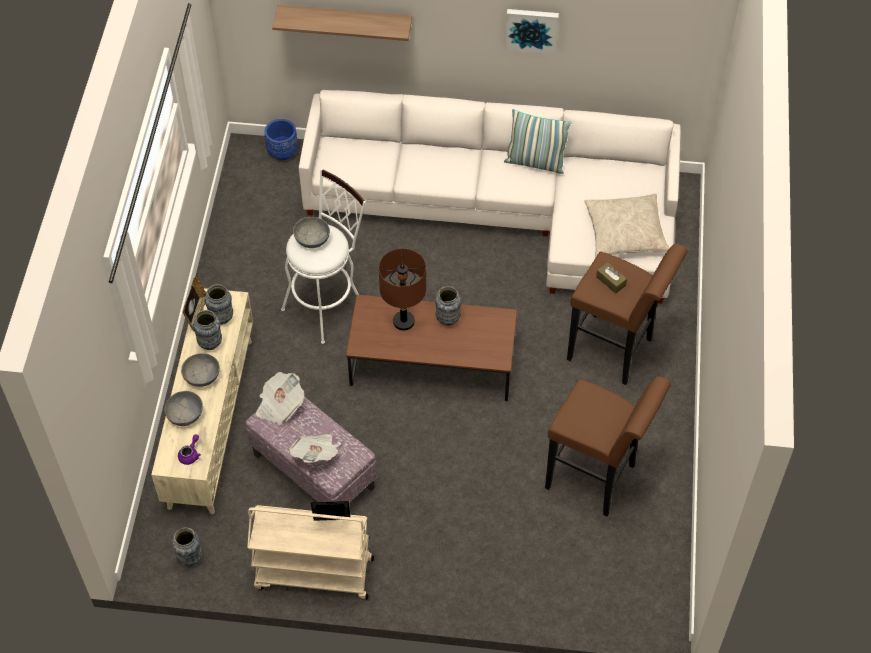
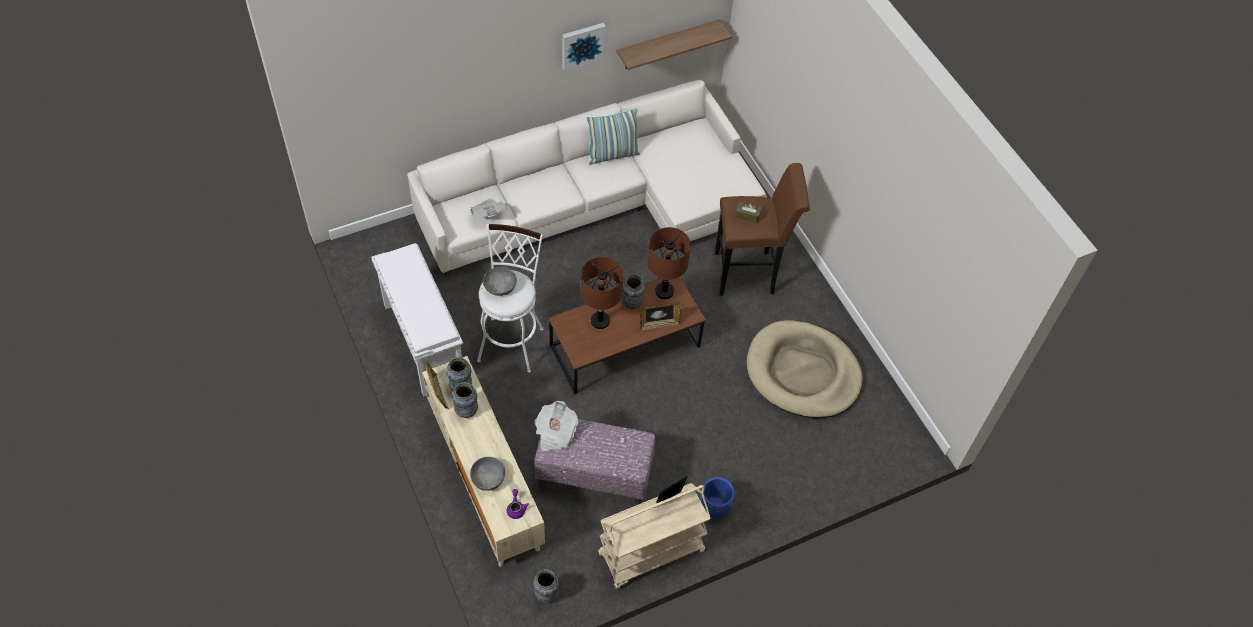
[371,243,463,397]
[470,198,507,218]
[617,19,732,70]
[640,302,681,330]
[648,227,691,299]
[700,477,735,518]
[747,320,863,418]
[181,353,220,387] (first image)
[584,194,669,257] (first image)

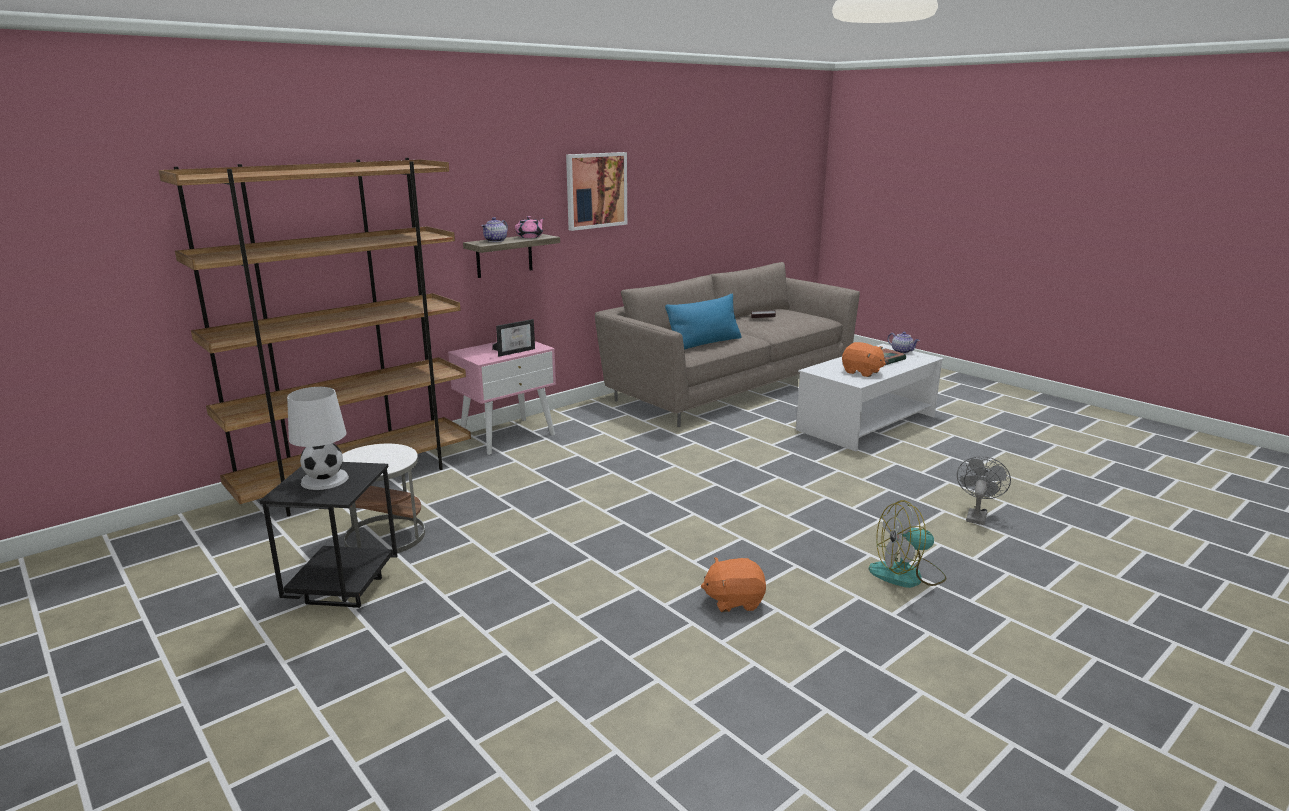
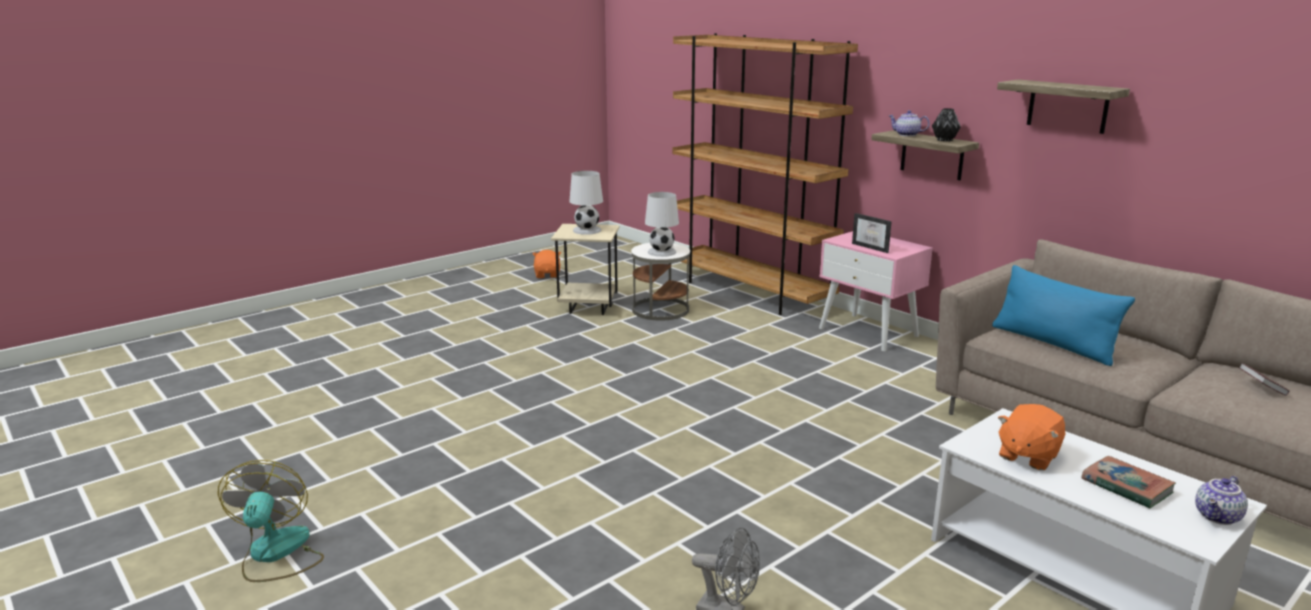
[218,460,324,582]
[532,250,561,278]
[551,224,620,315]
[645,192,679,257]
[932,108,961,142]
[997,79,1130,134]

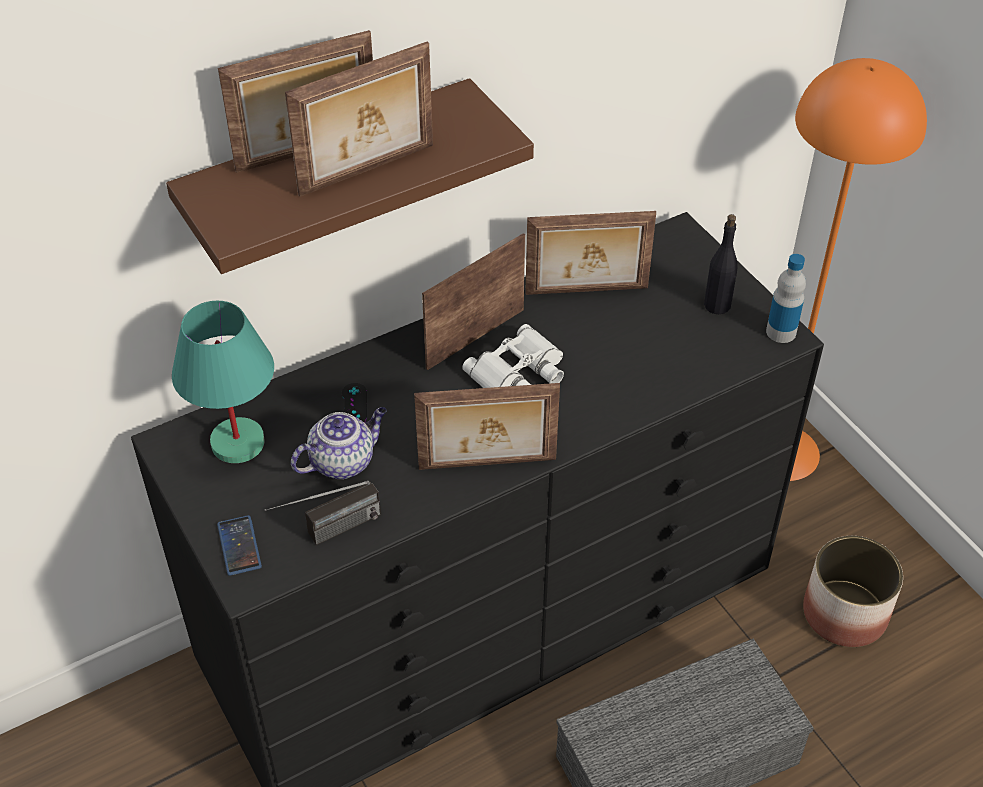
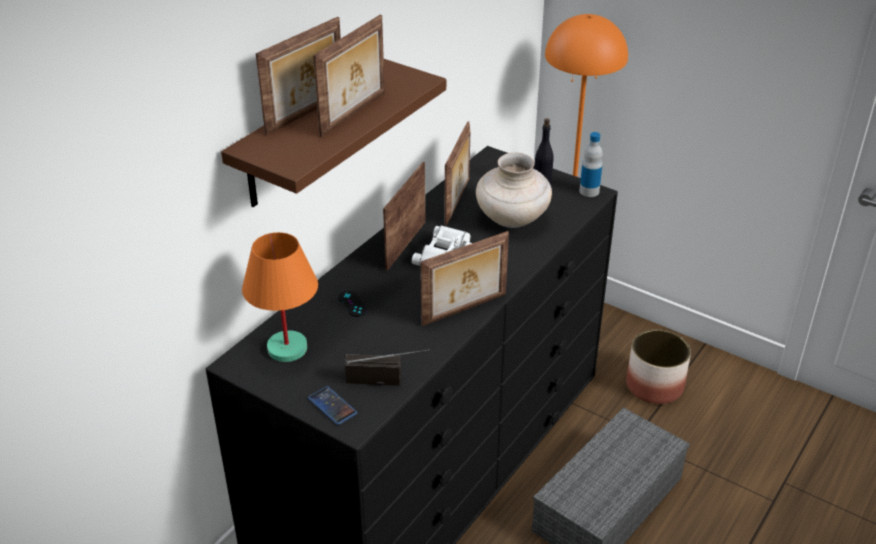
[242,232,318,362]
[345,349,429,386]
[444,121,470,226]
[476,152,552,228]
[291,407,387,479] (first image)

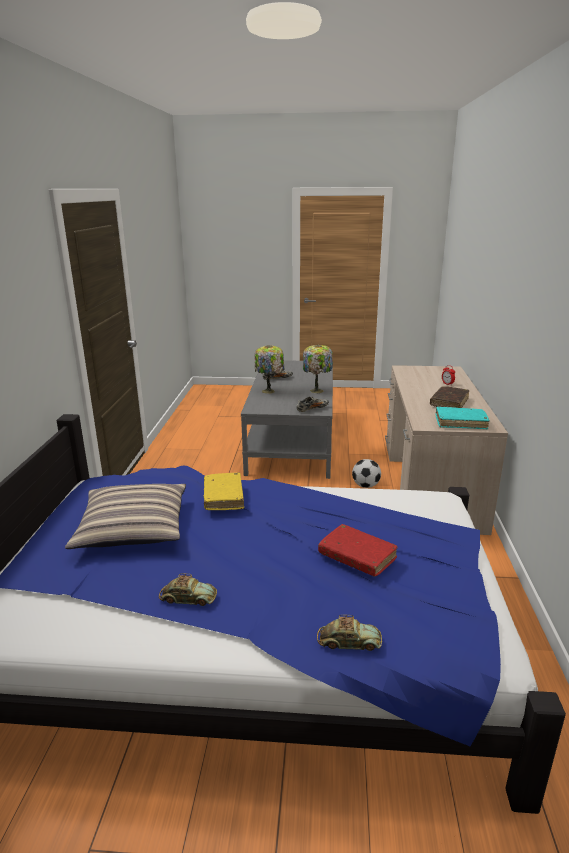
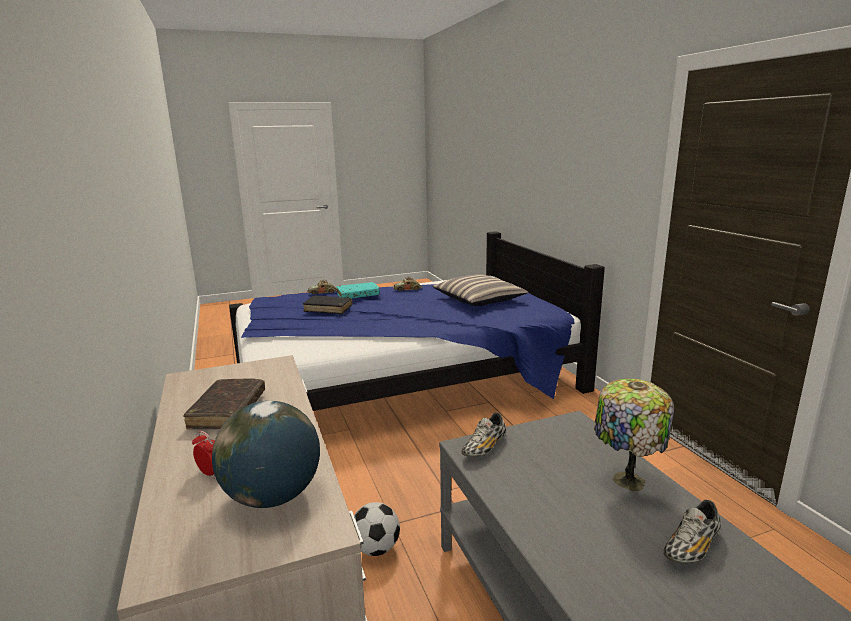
[212,401,320,508]
[303,295,352,314]
[337,282,380,298]
[204,472,244,510] (first image)
[303,345,333,393] (first image)

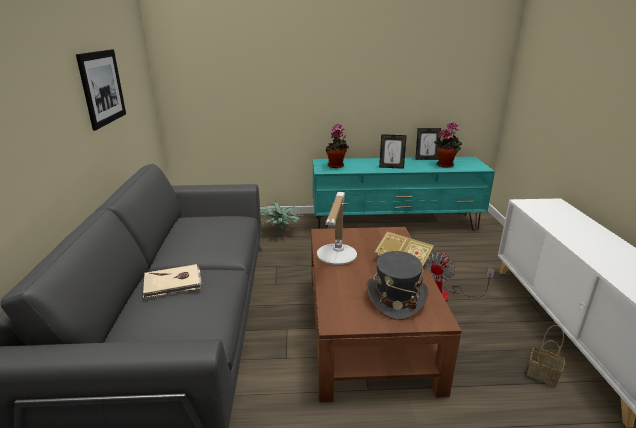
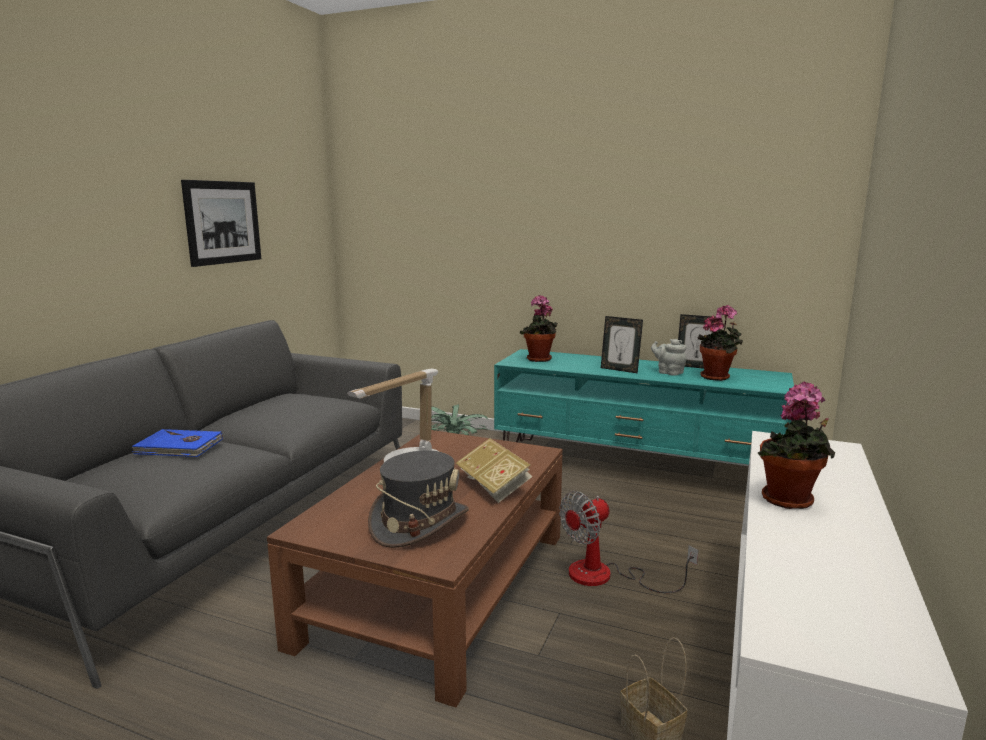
[132,429,223,457]
[651,339,686,376]
[758,381,835,509]

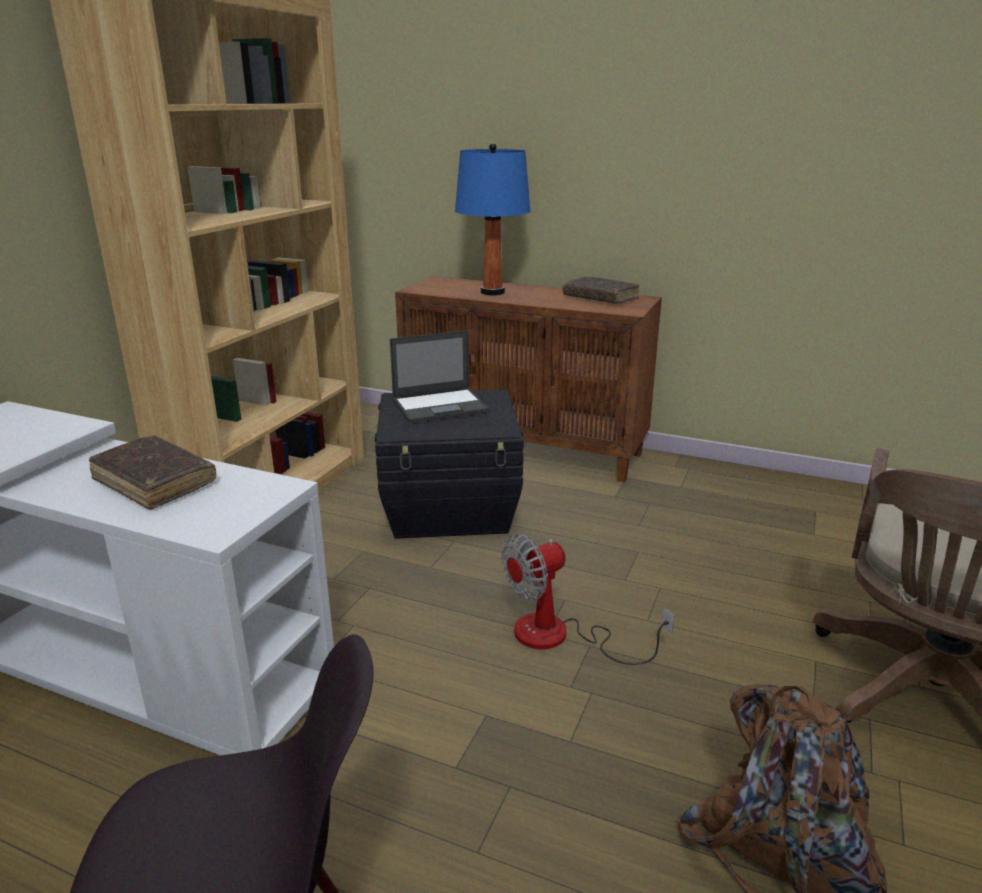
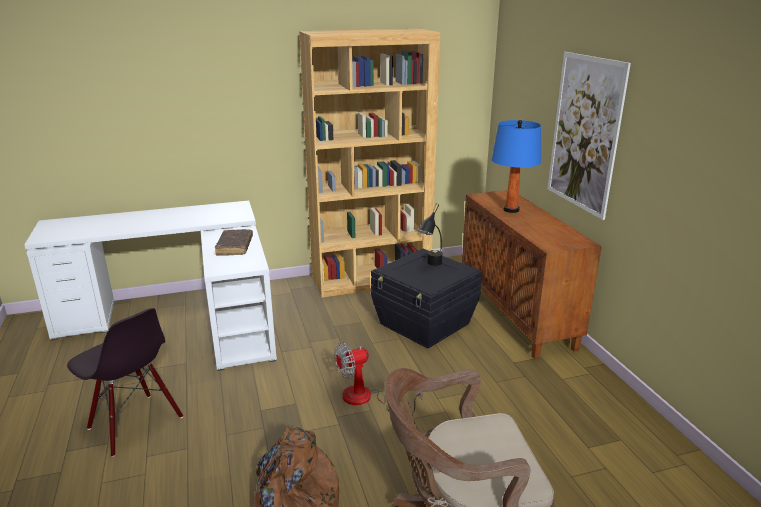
[334,342,423,413]
[418,203,443,266]
[548,52,631,220]
[563,276,640,304] (first image)

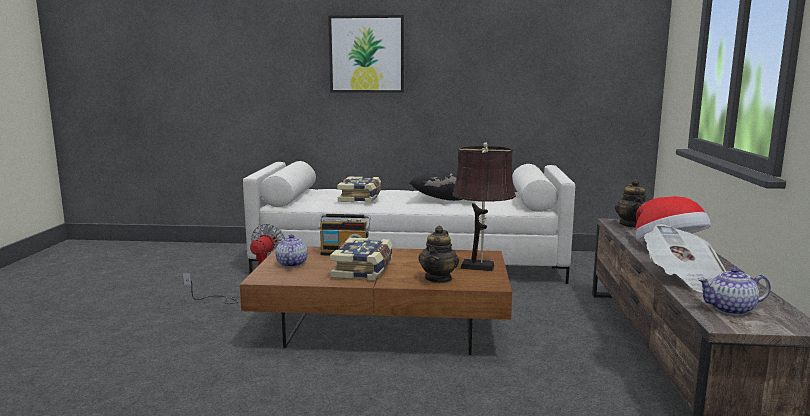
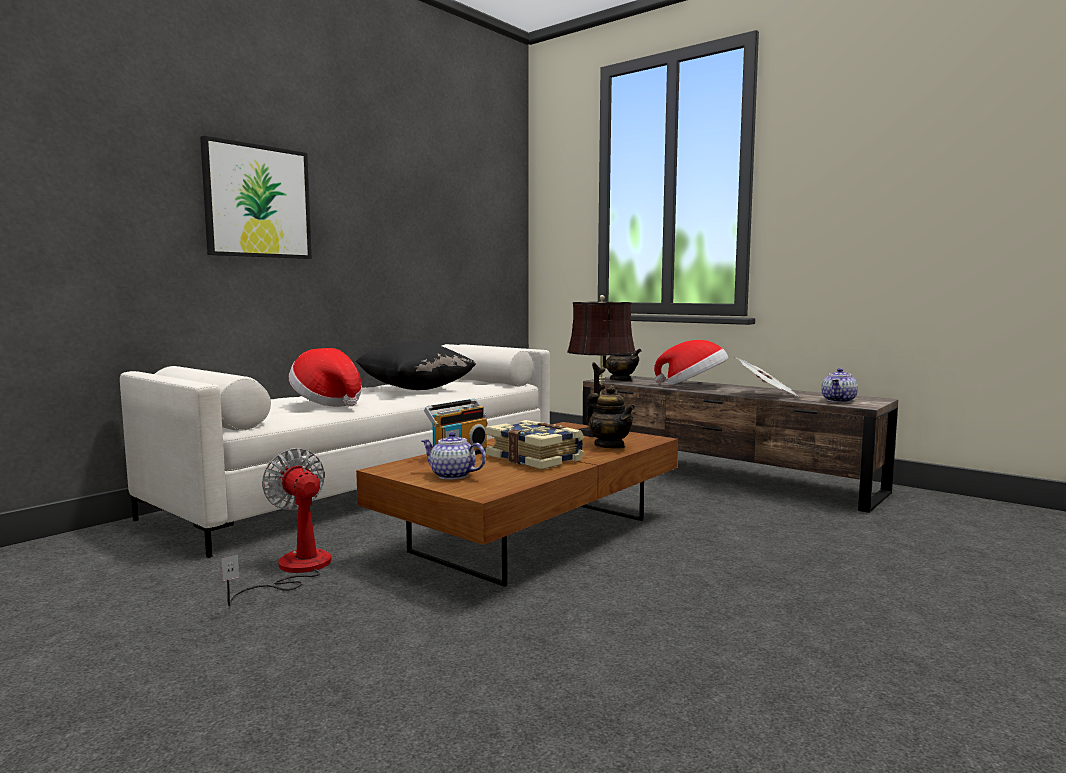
[289,348,362,407]

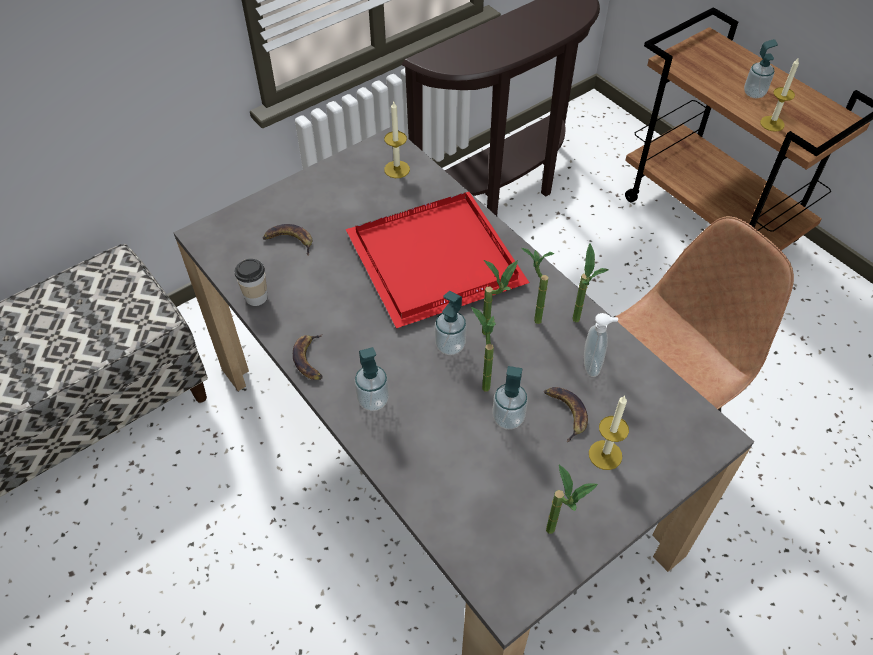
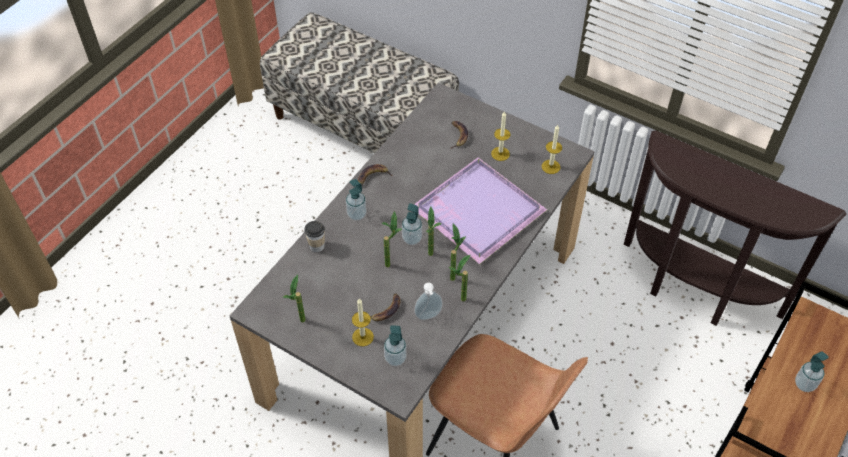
[304,221,325,252]
[384,325,407,366]
[414,158,547,264]
[491,111,511,161]

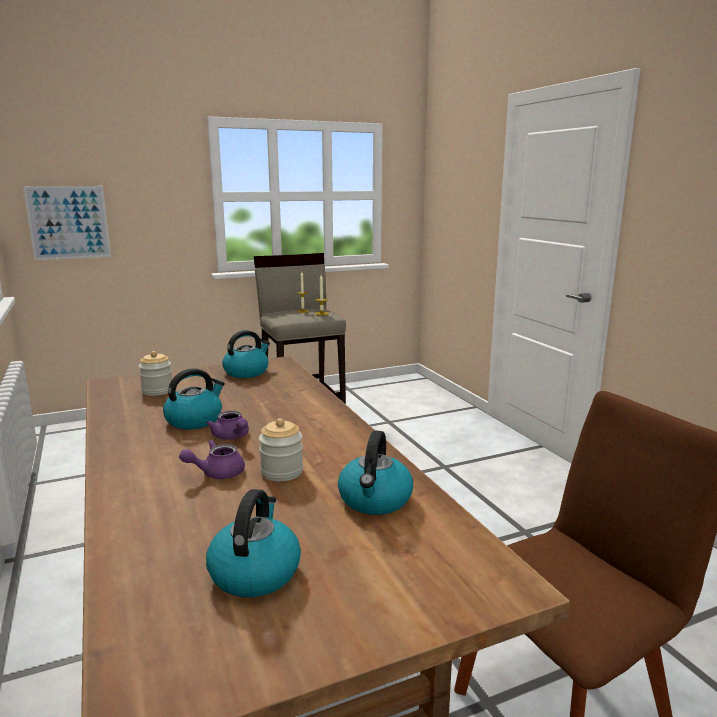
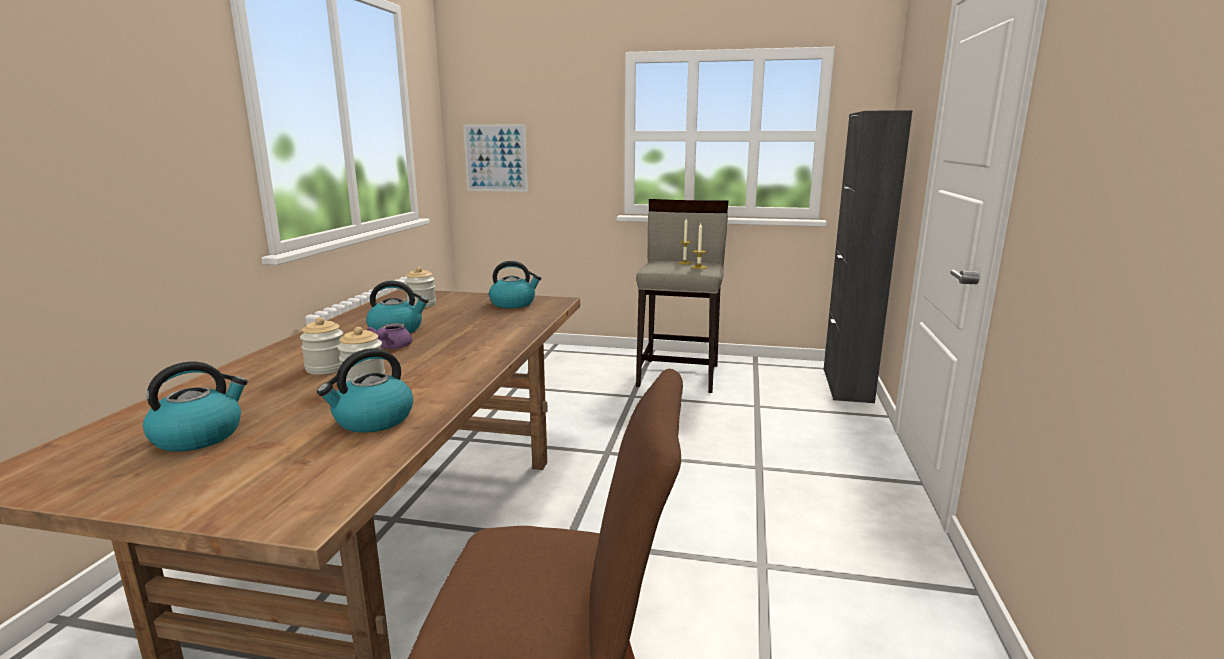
[300,317,343,375]
[824,110,912,403]

